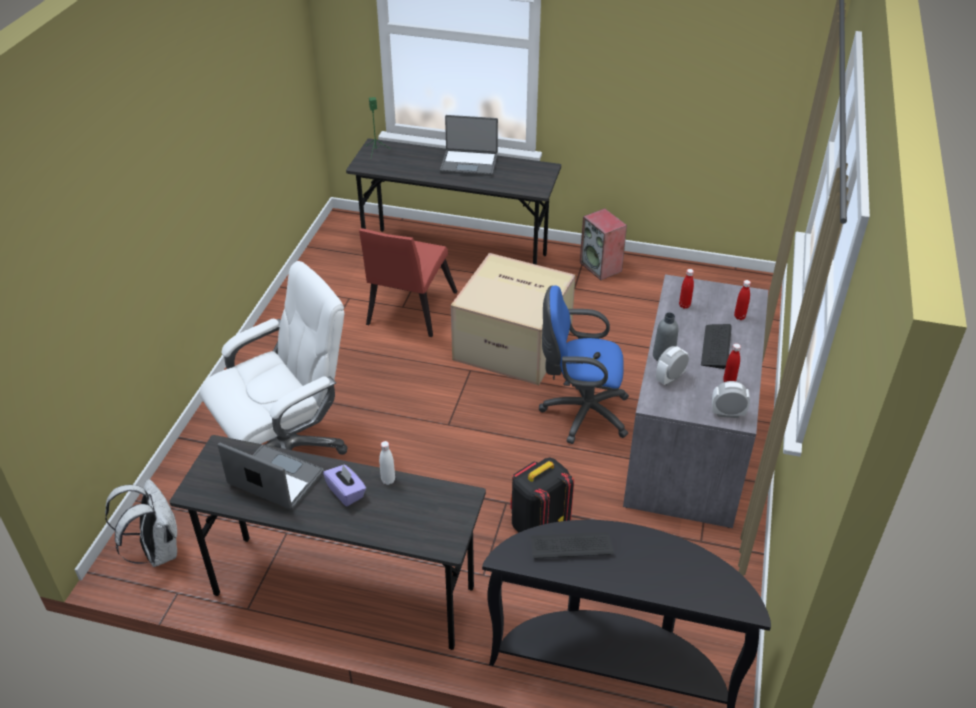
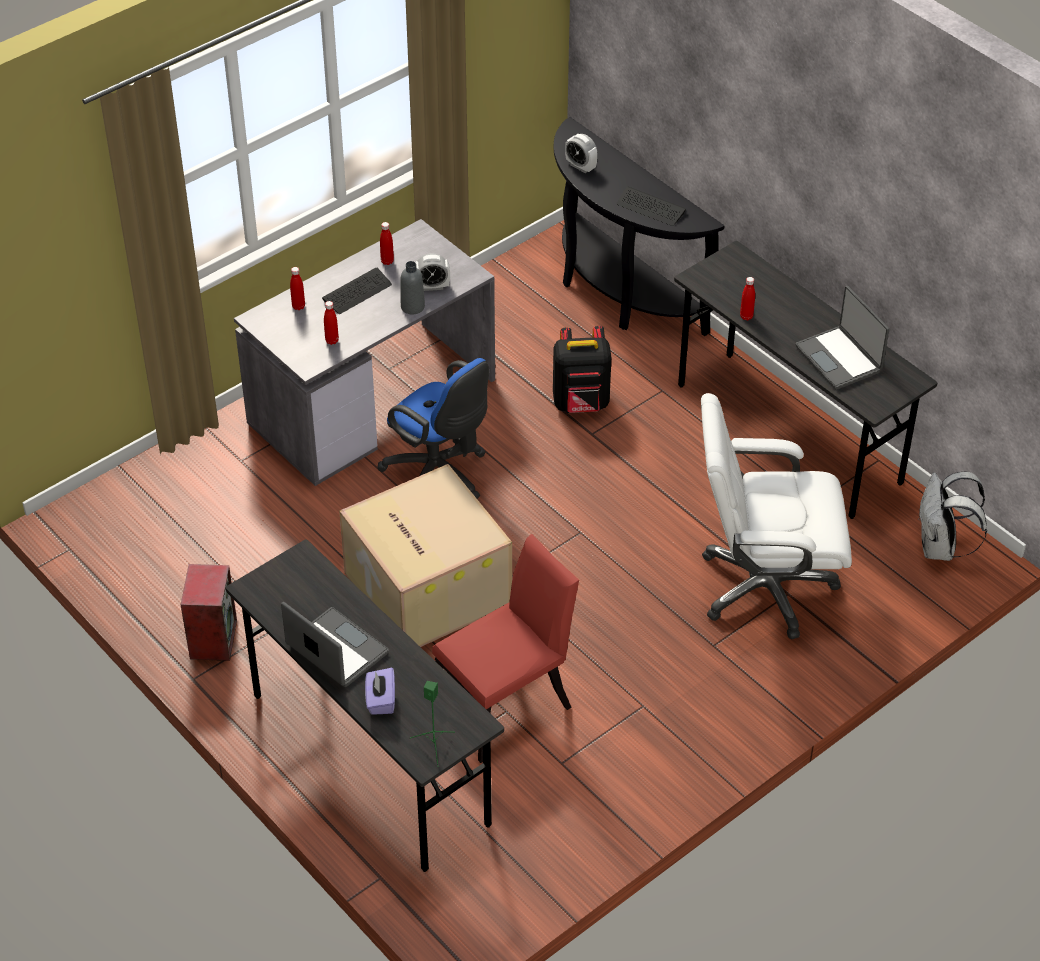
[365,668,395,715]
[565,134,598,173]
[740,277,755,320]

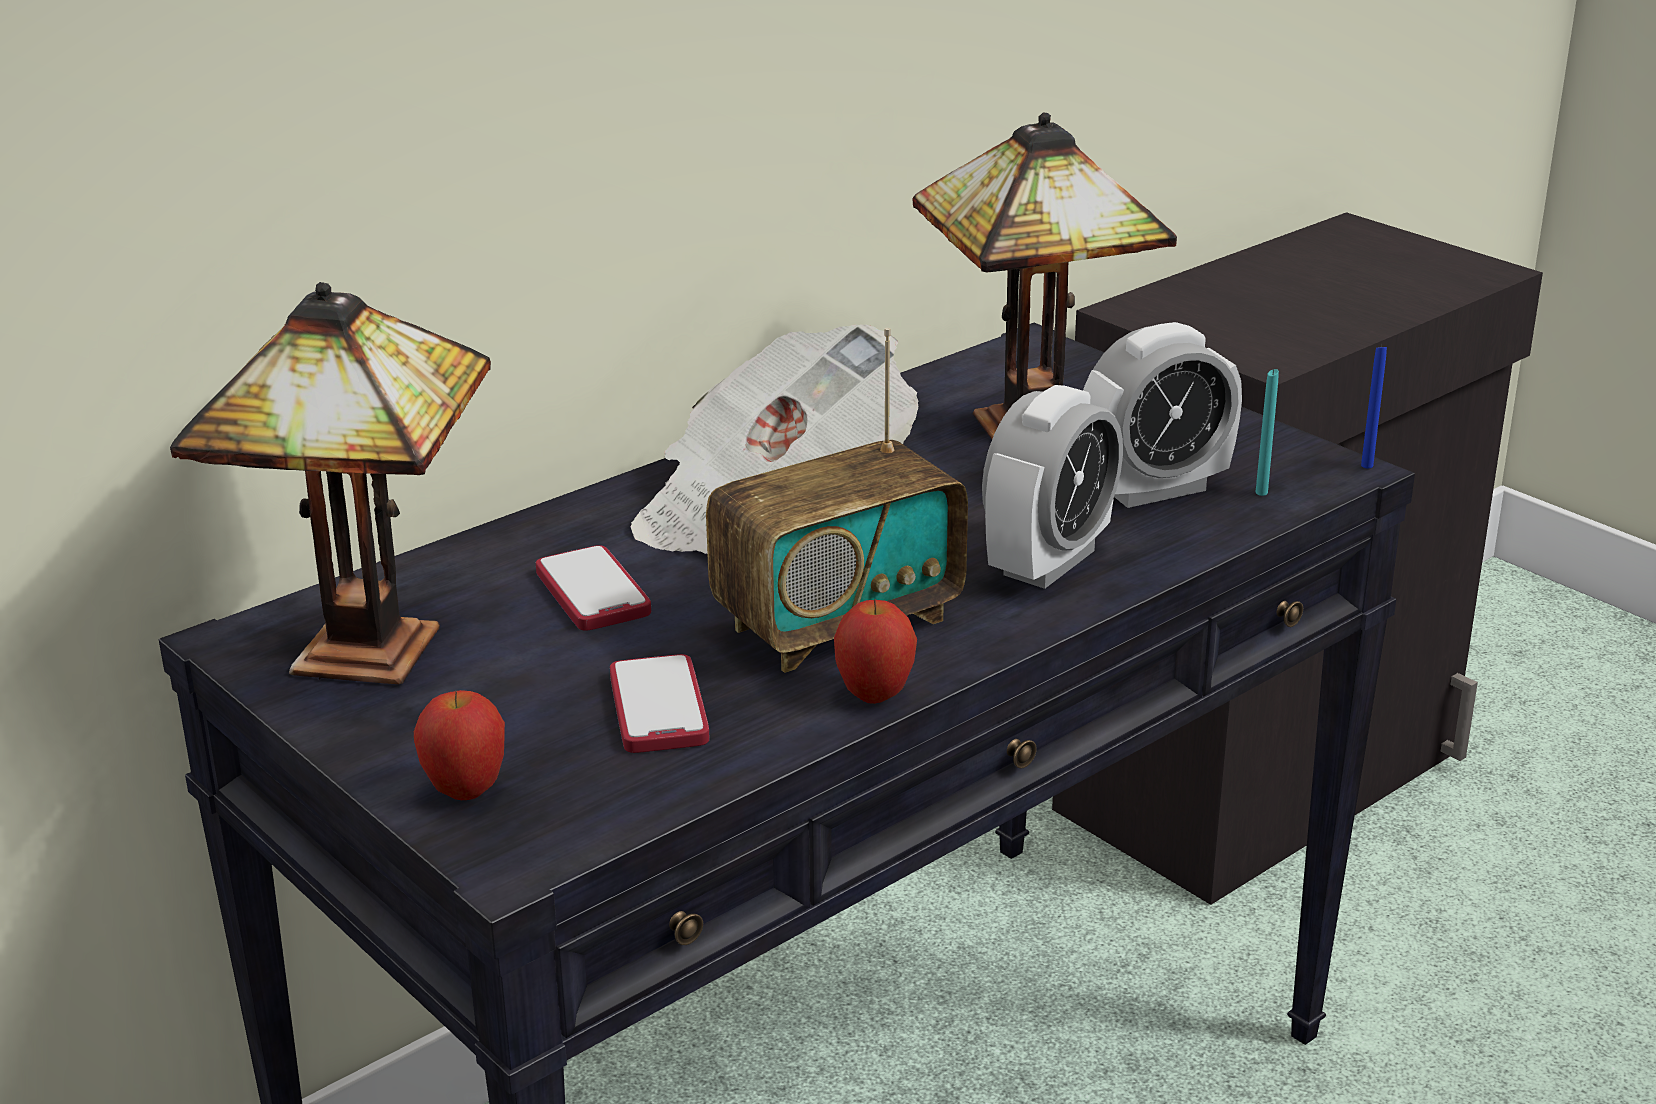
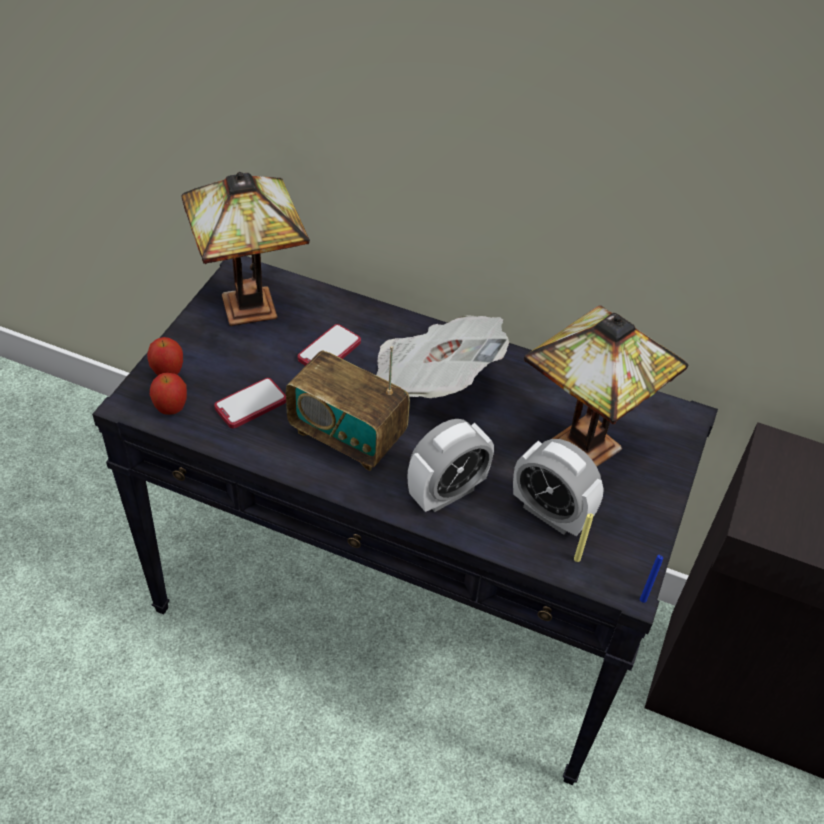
[150,373,187,415]
[408,419,494,512]
[574,513,594,562]

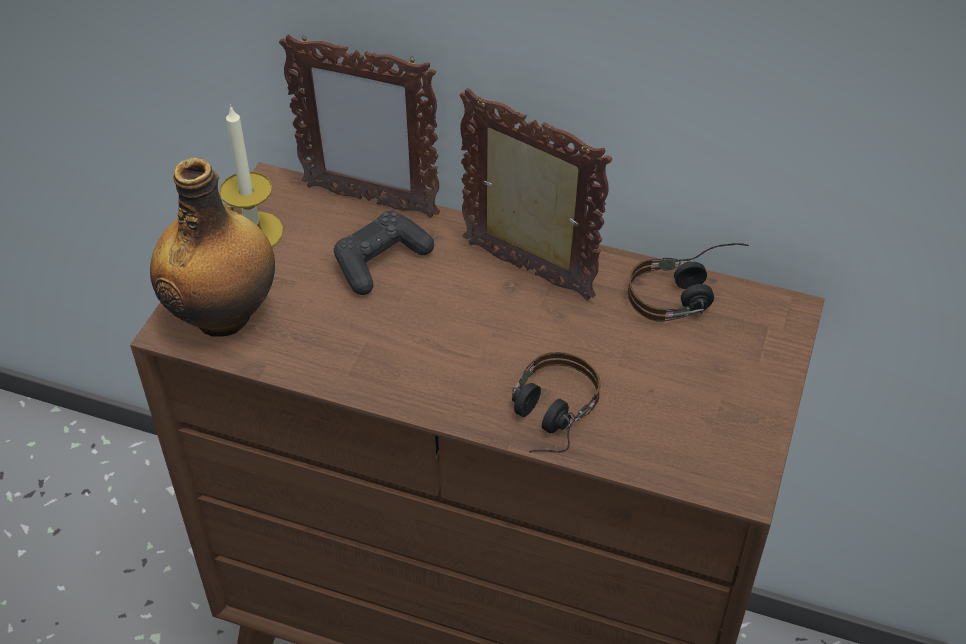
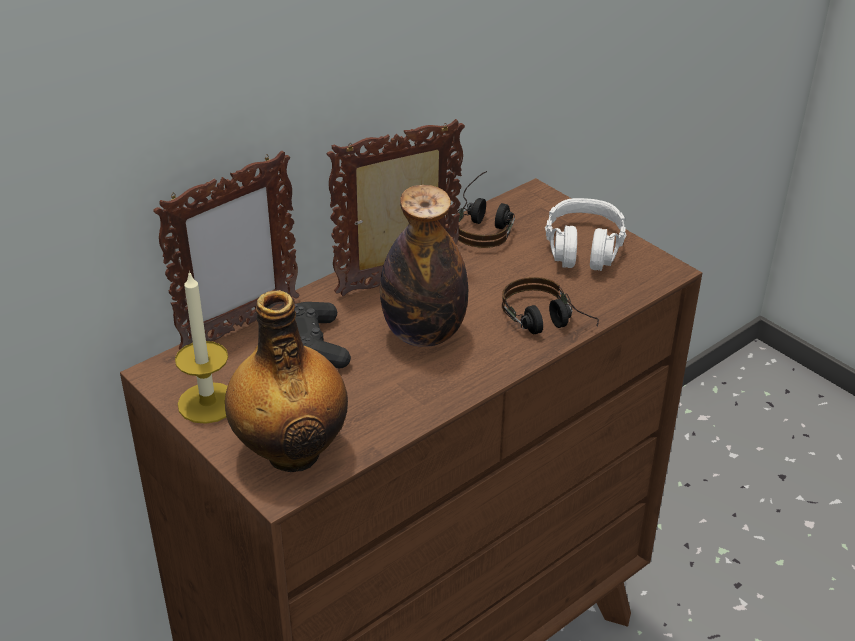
[380,185,468,347]
[545,198,626,271]

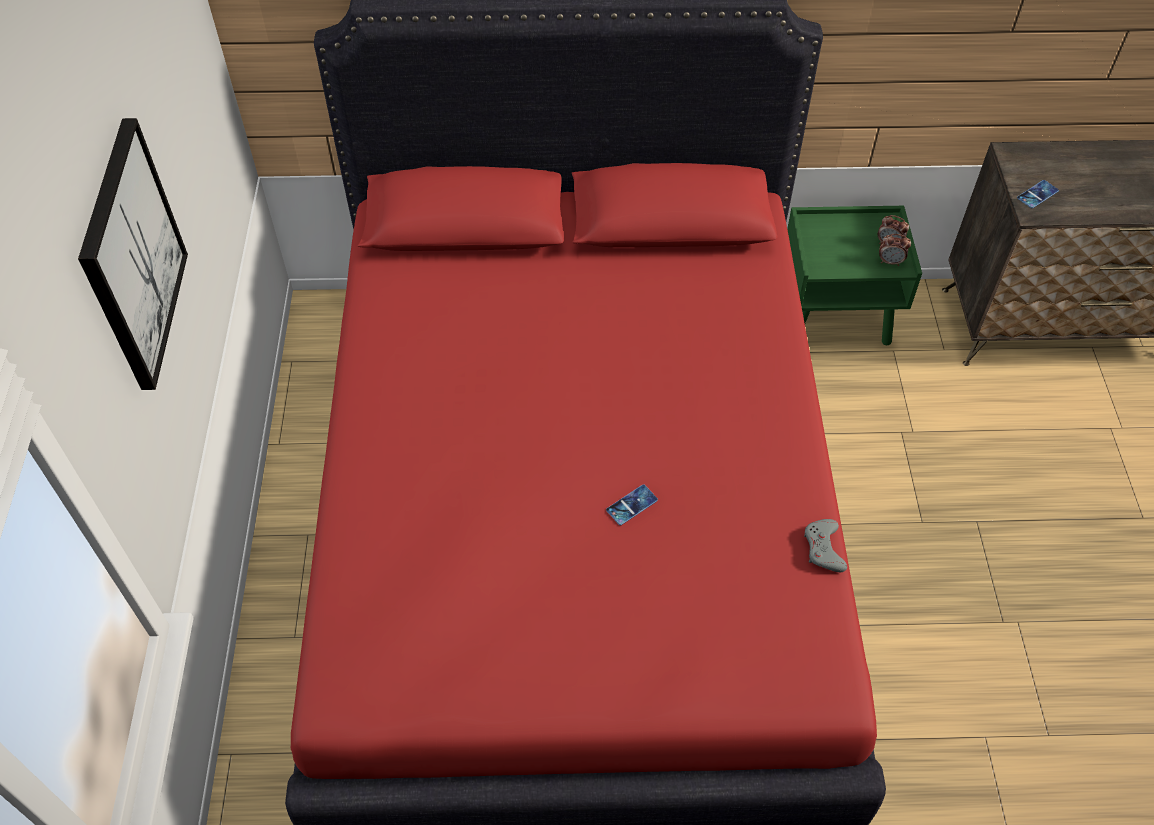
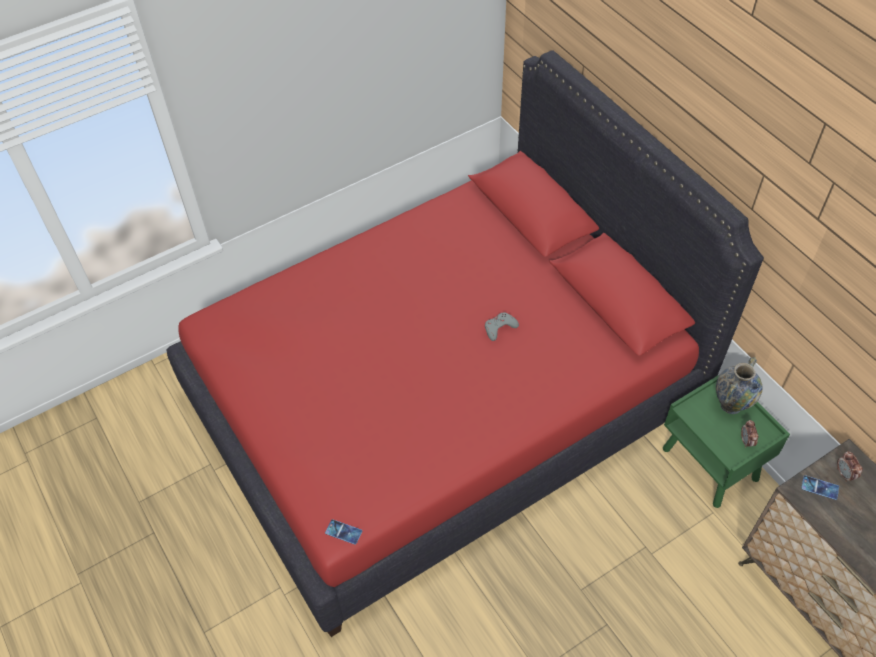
[325,519,362,545]
[485,312,519,341]
[716,357,762,414]
[837,451,863,482]
[78,118,188,390] (first image)

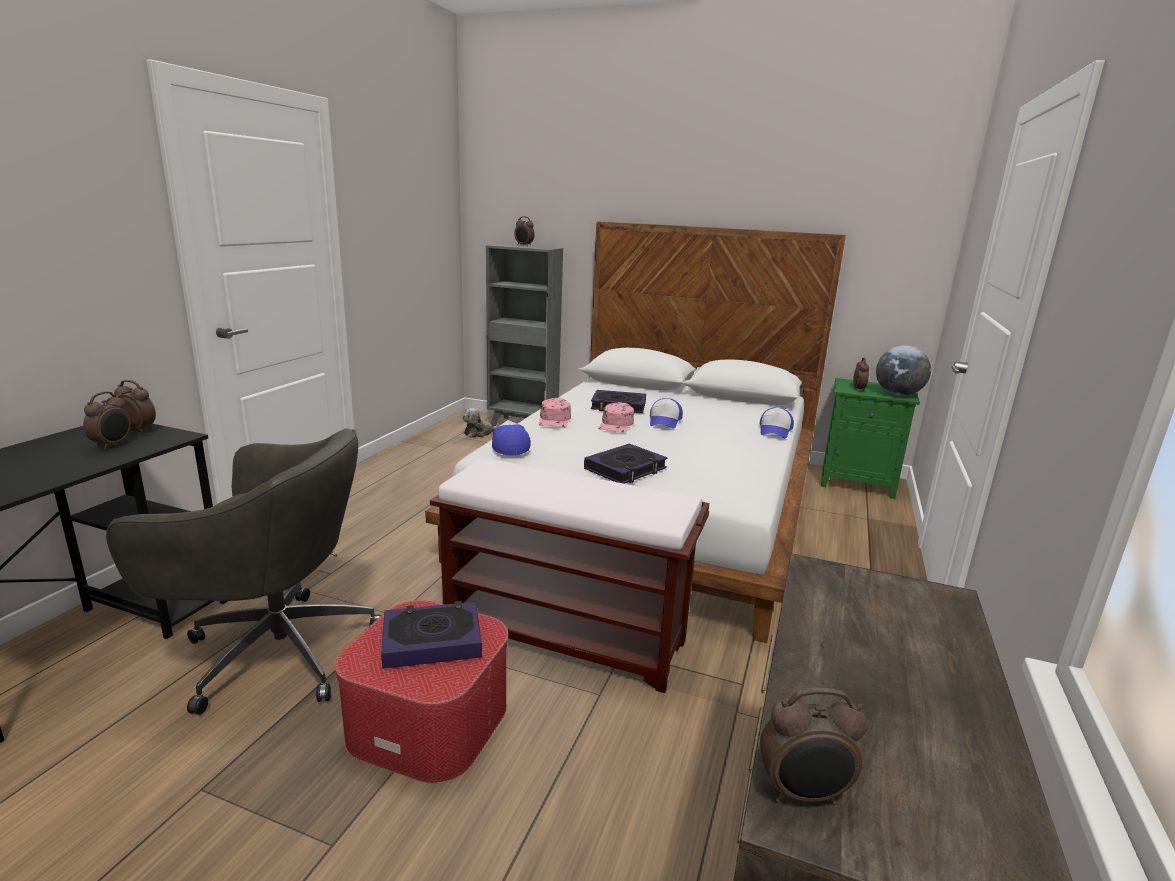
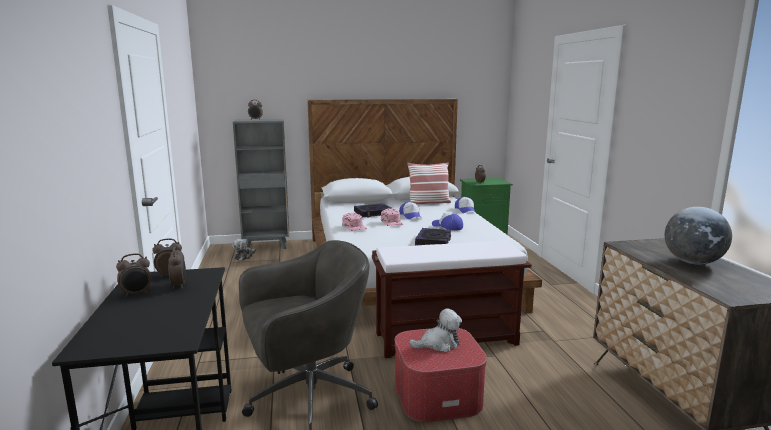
[116,253,151,297]
[407,162,451,204]
[409,308,462,352]
[432,213,463,231]
[665,207,732,265]

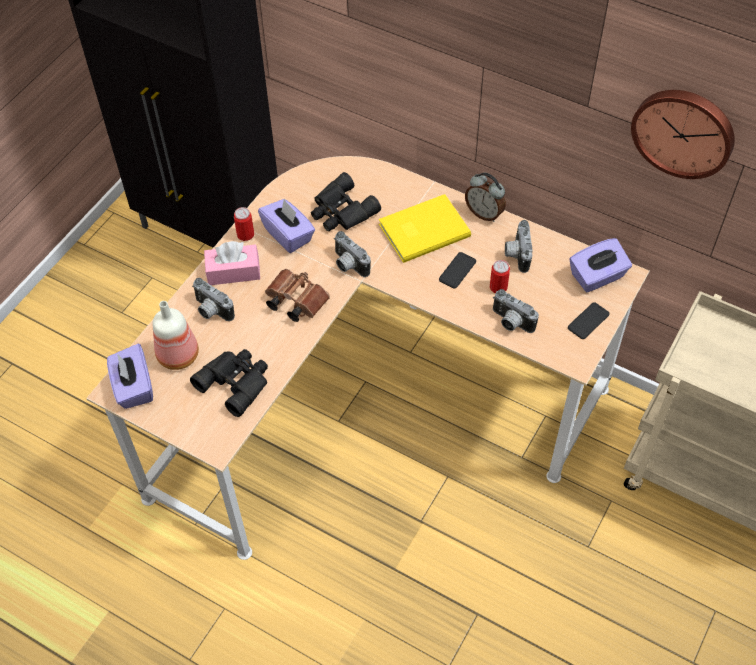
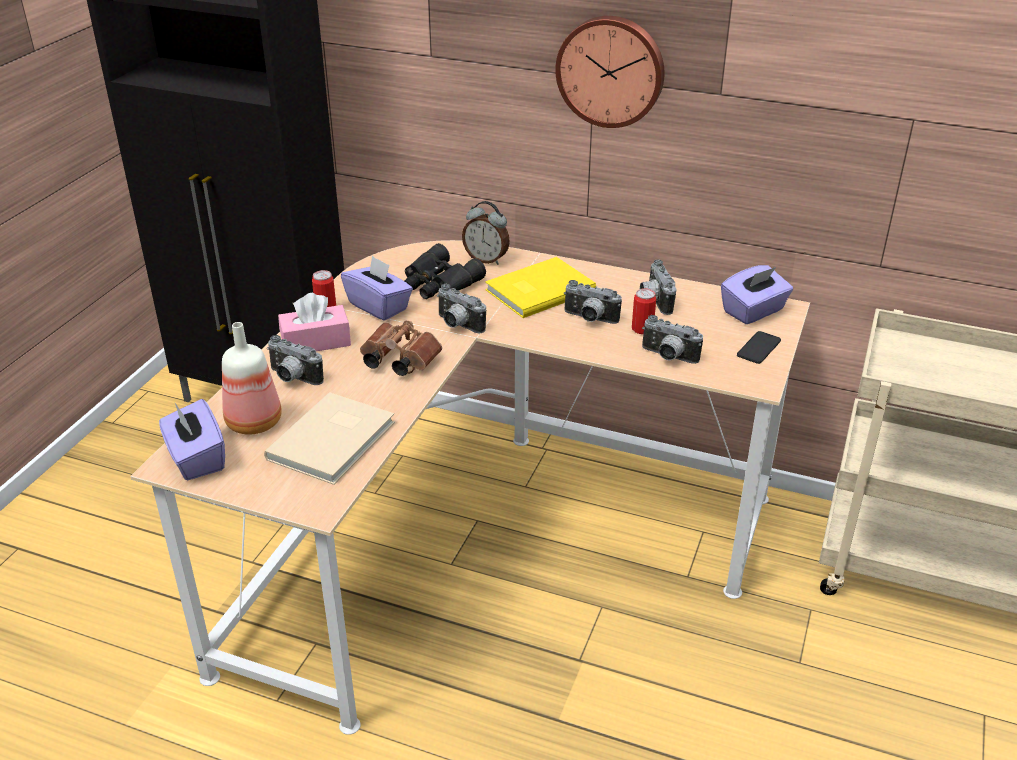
[264,392,395,485]
[462,201,510,265]
[555,16,664,128]
[564,280,622,324]

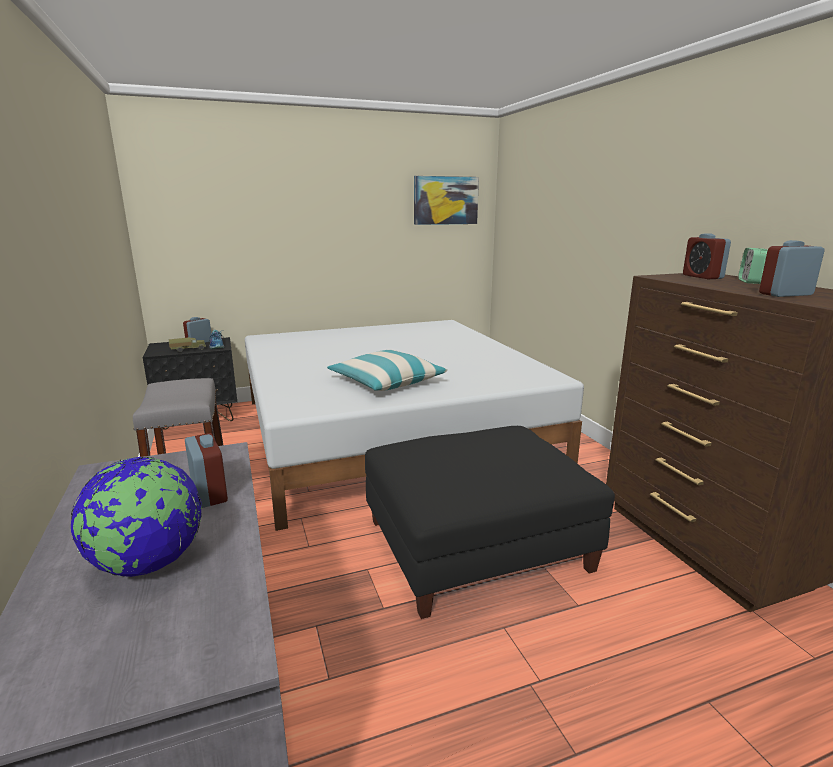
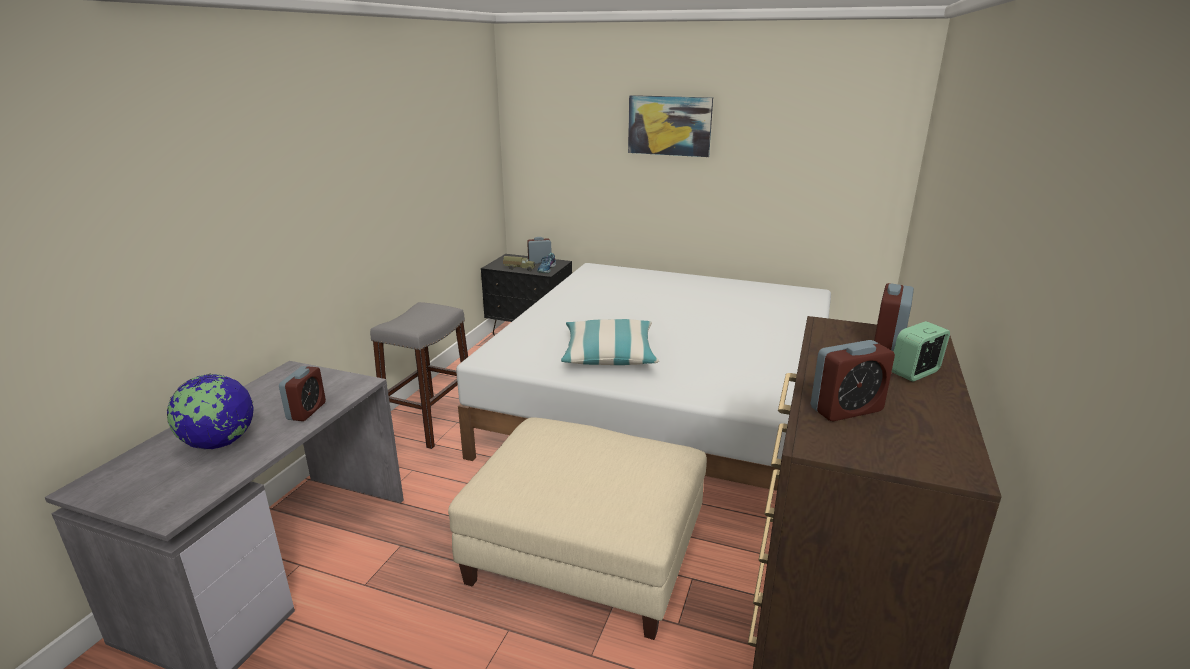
[448,417,707,640]
[628,95,713,157]
[810,340,895,421]

